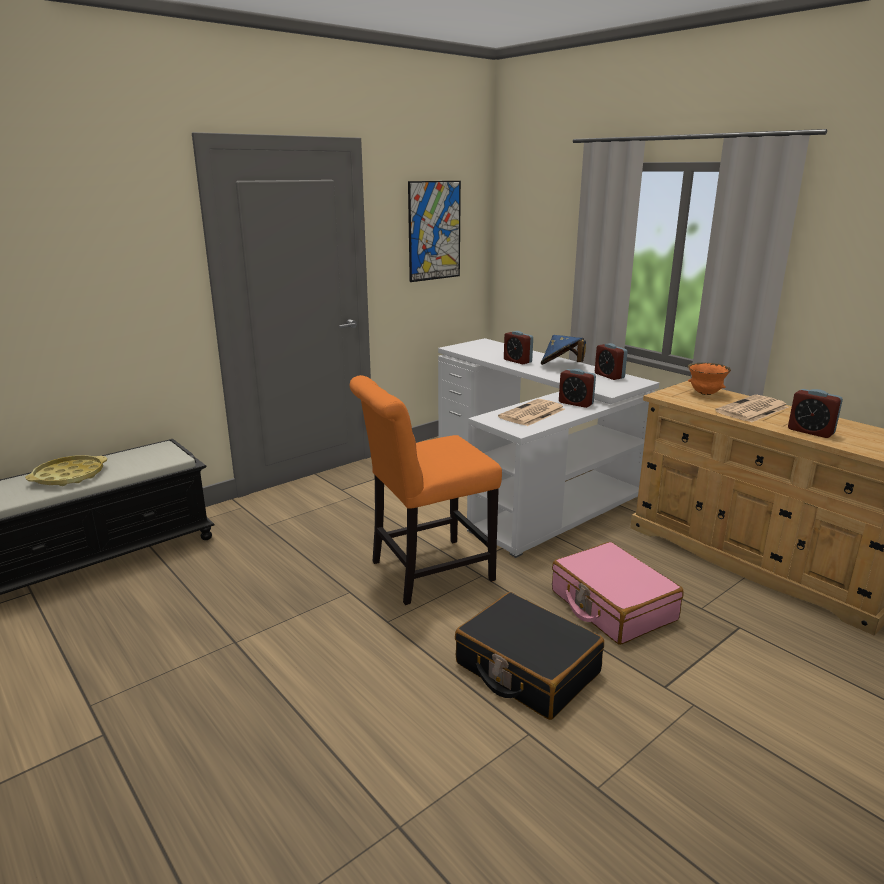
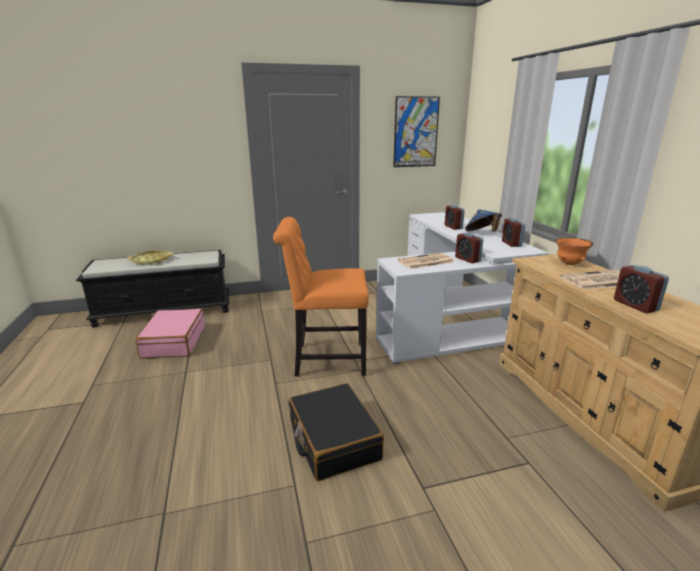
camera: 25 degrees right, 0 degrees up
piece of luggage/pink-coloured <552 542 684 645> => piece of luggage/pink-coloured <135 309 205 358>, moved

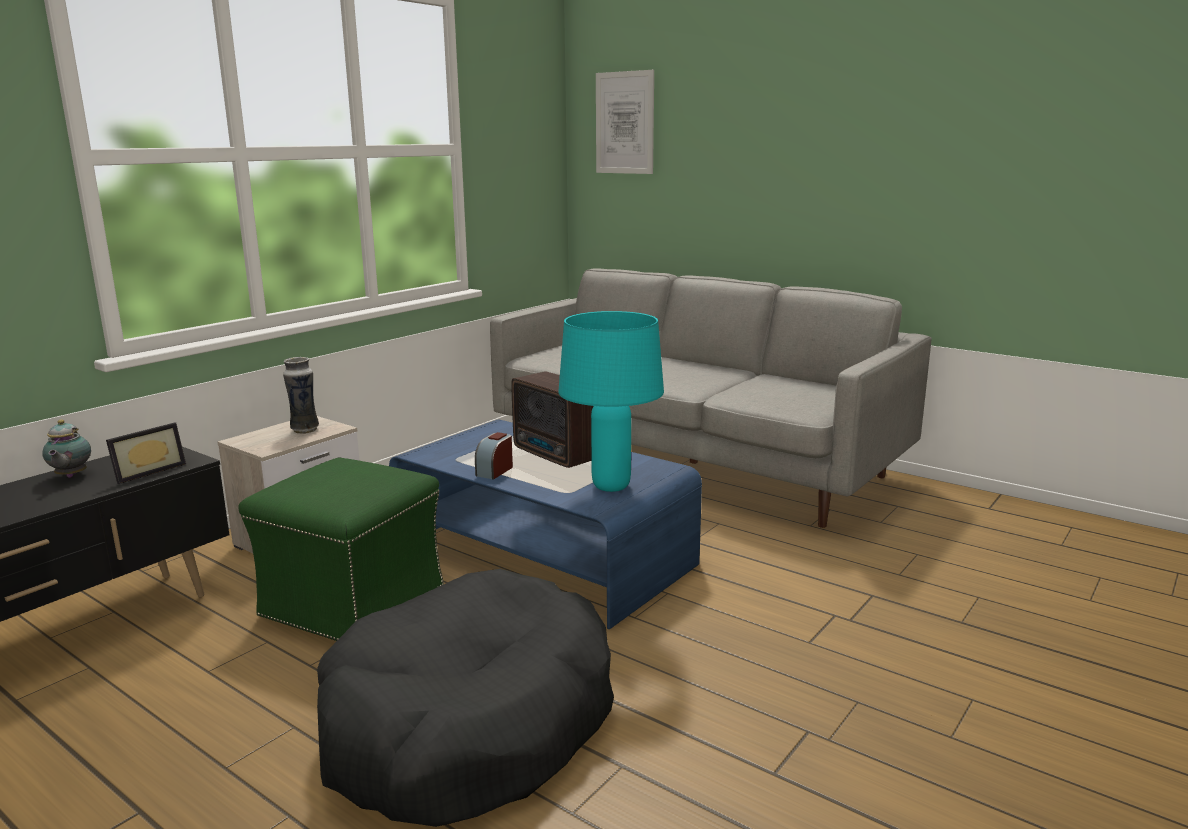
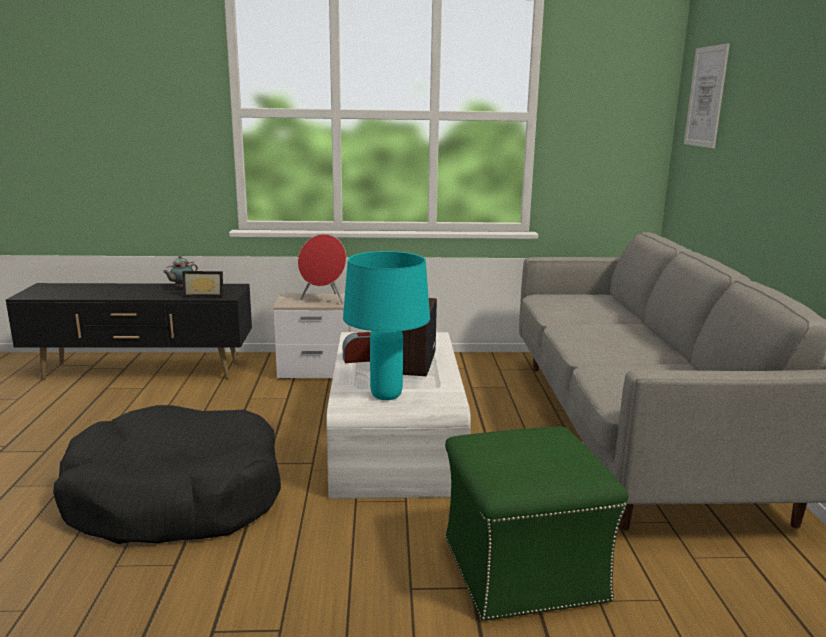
camera: 50 degrees right, 0 degrees up
footrest/green-coloured <238 458 444 641> => footrest/green-coloured <445 427 628 621>, moved
decorative vase <283 357 319 434> => loudspeaker/red <298 234 346 304>
lounge table/bluish <389 420 702 629> => lounge table/white <326 332 471 499>

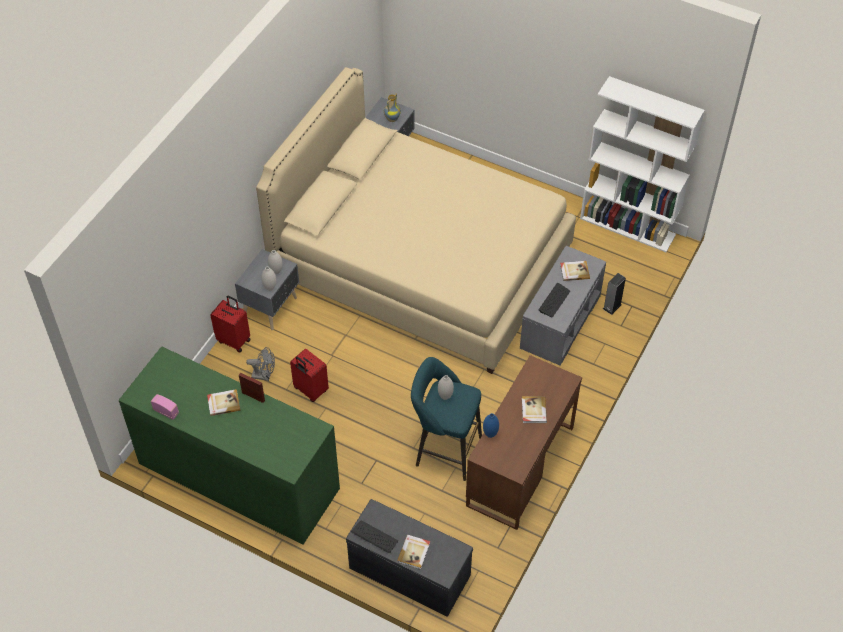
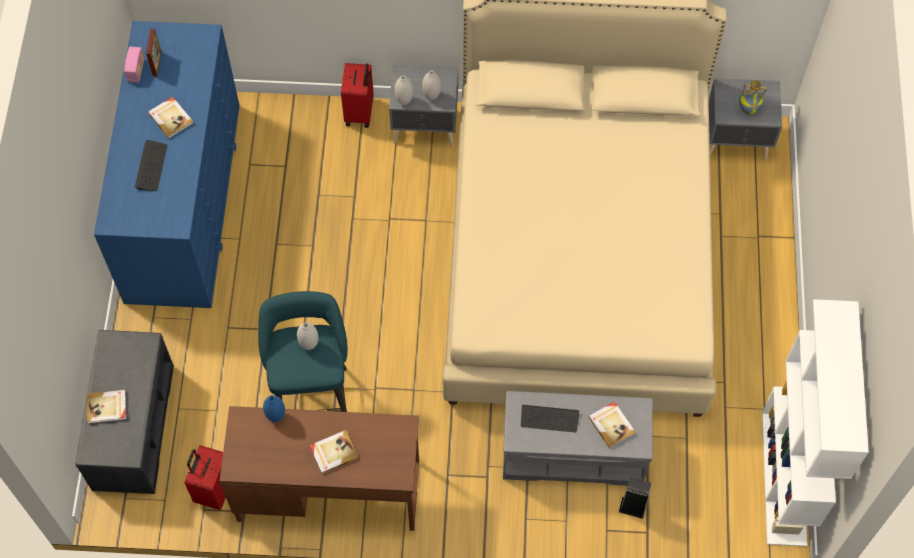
camera: 65 degrees right, 10 degrees up
electric fan/gray <246 347 275 381> => nothing
picture frame <239 373 265 403> => picture frame <146 29 161 76>, moved
piece of luggage/red <290 349 329 402> => piece of luggage/red <185 445 226 510>, moved
computer keyboard <351 520 398 553> => computer keyboard <135 140 167 191>, moved
chest of drawers/green-coloured <119 346 340 545> => chest of drawers/bluish <94 21 240 308>

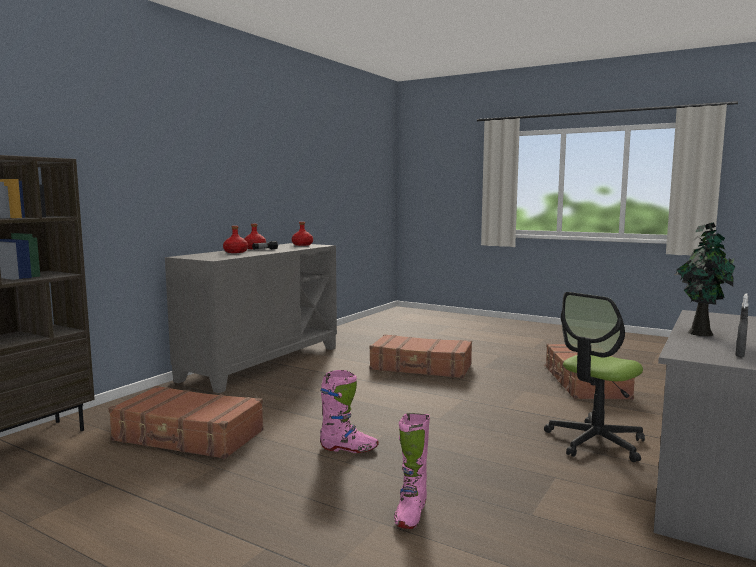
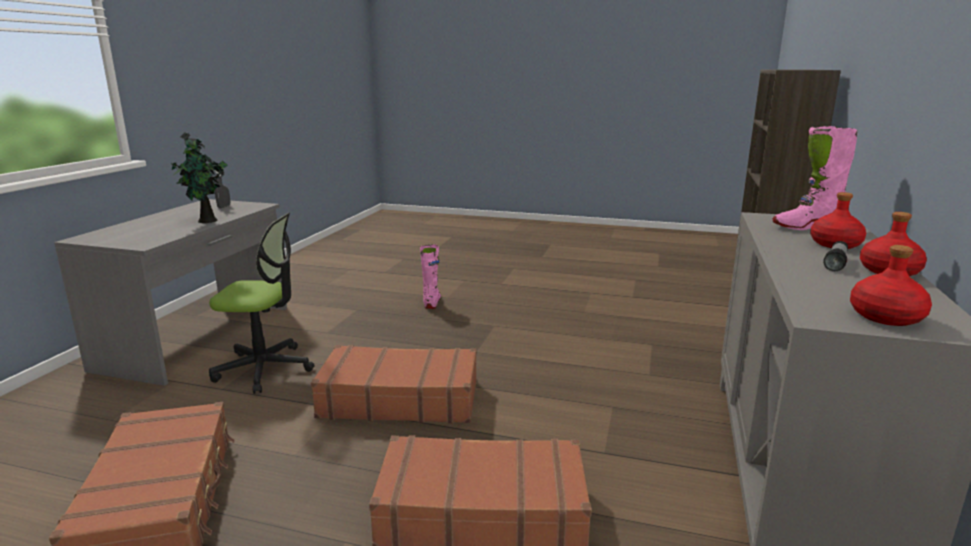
camera: 165 degrees right, 10 degrees up
piece of luggage/brown-coloured <108 386 264 459> => piece of luggage/brown-coloured <311 345 477 424>, moved
high-top boot/pink-coloured <320 370 379 453> => high-top boot/pink-coloured <772 126 857 230>, moved
computer chair <544 292 645 462> => computer chair <209 213 314 394>, 60 degrees clockwise

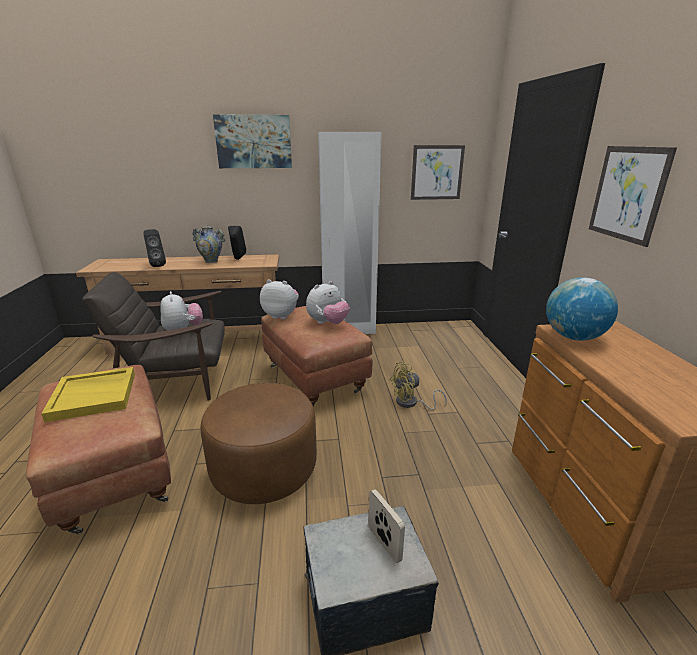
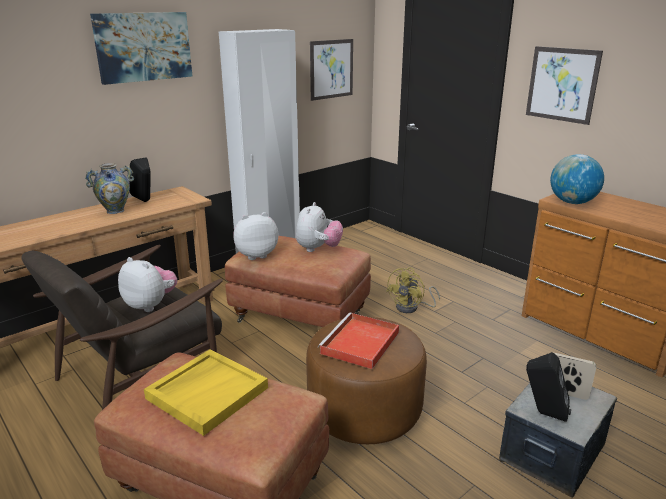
camera: 35 degrees left, 0 degrees up
nothing => serving tray/red <318 313 399 369>
loudspeaker/blackish <143 229 166 267> => loudspeaker/blackish <526 352 571 422>, moved

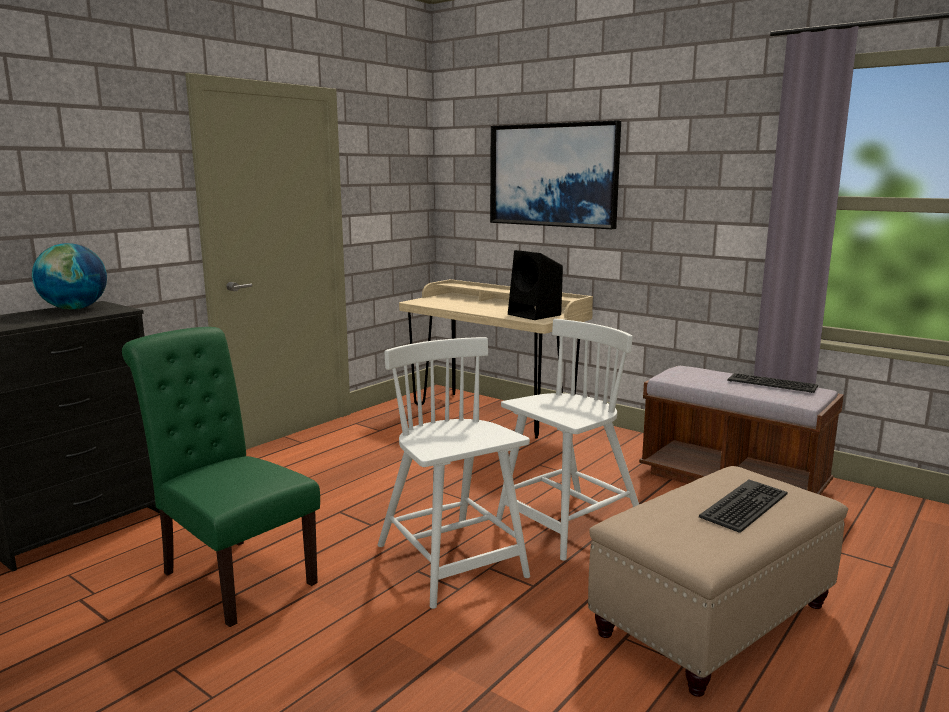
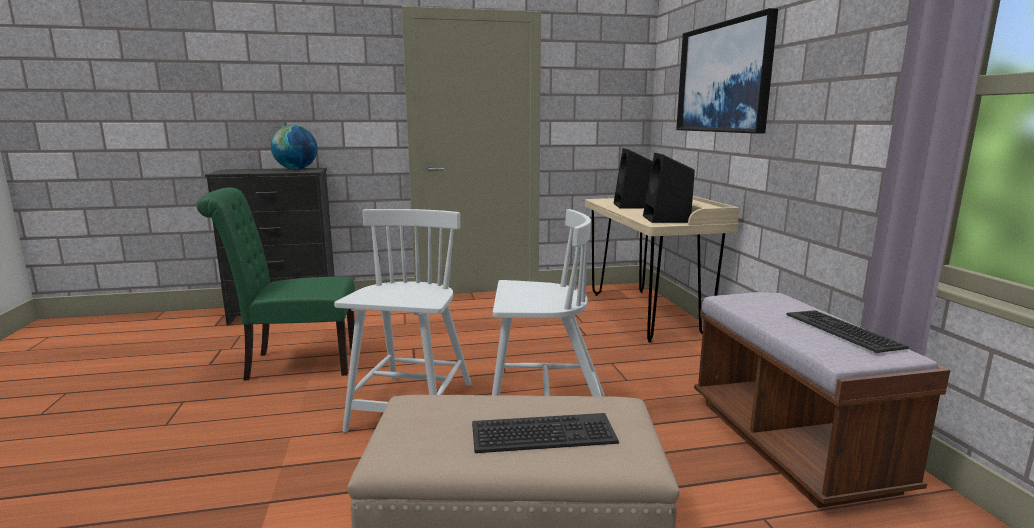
camera: 40 degrees right, 0 degrees up
nothing => loudspeaker/blackish <613 148 653 208>
upright chair/green-coloured <122 327 320 627> => upright chair/green-coloured <196 188 355 381>, 90 degrees counterclockwise

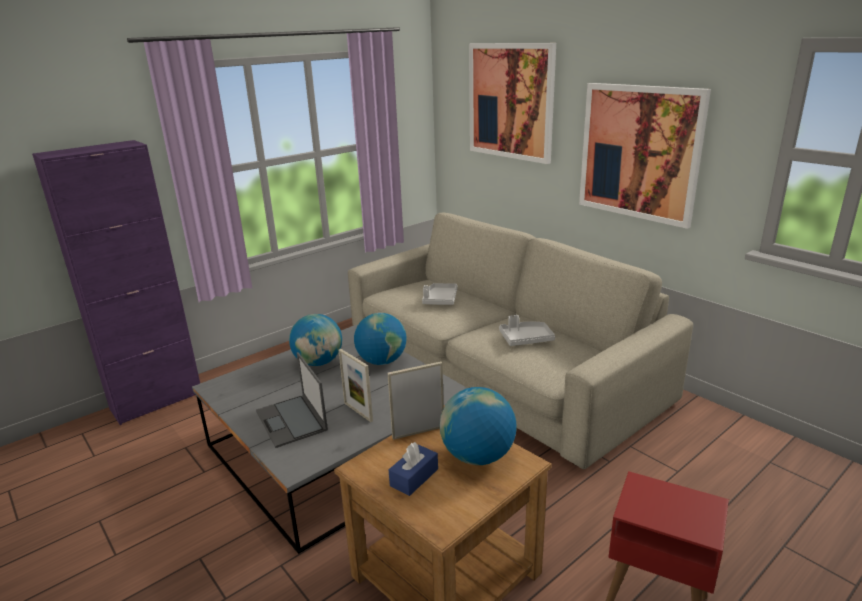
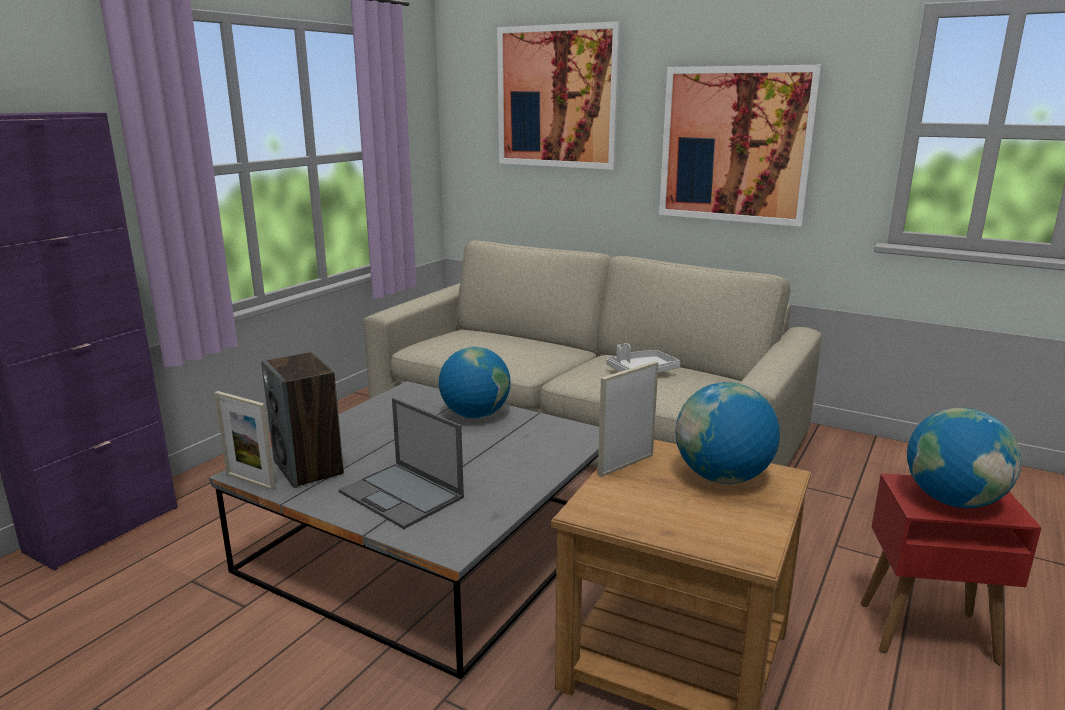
camera: 20 degrees left, 5 degrees down
tissue holder/bluish <388 442 438 496> => nothing
serving tray/gray <422 283 458 305> => nothing
nothing => loudspeaker <261 352 344 488>
world globe <289 314 342 366> => world globe <907 408 1022 508>, moved
picture frame <338 349 373 422> => picture frame <214 391 276 491>, moved

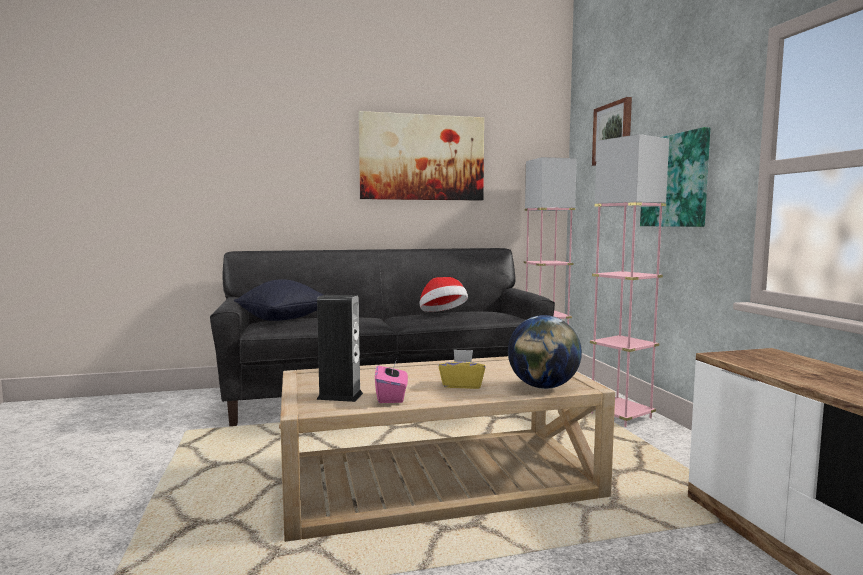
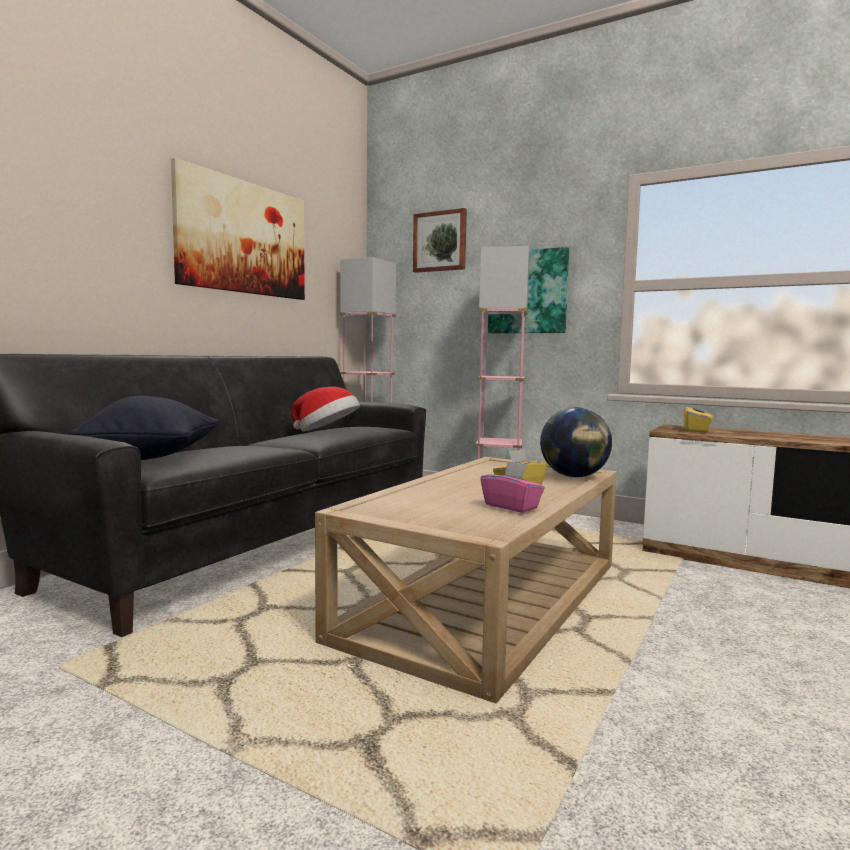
camera: 45 degrees left, 0 degrees up
loudspeaker <316 295 363 402> => nothing
nothing => tissue holder/yellow <683 401 713 432>

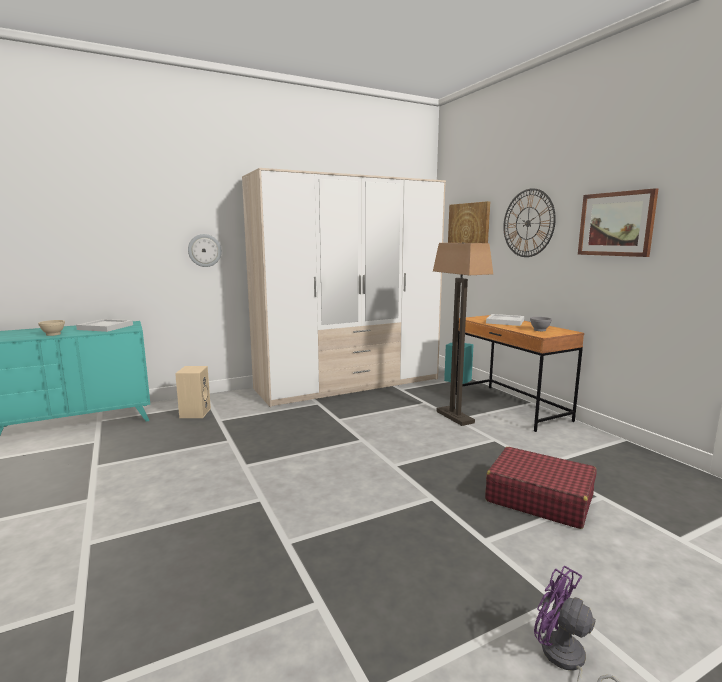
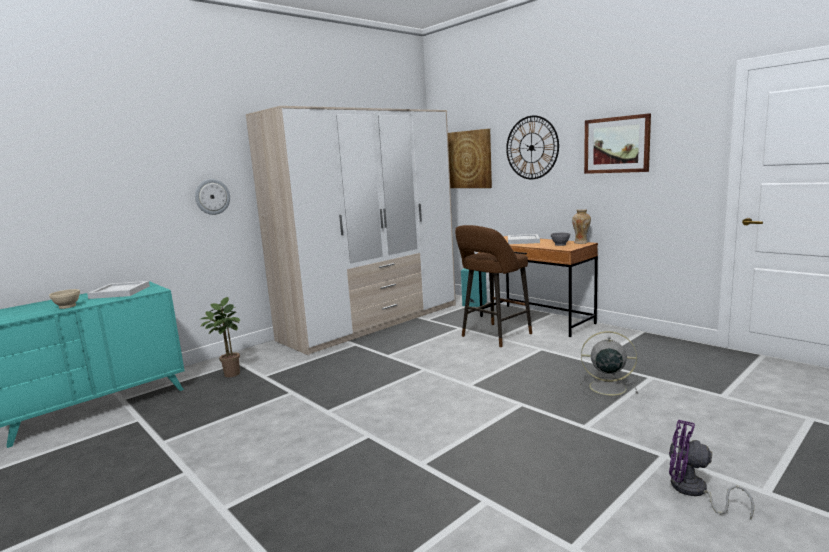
camera: 15 degrees left, 0 degrees up
nothing => decorative vase <572 209 591 244>
loudspeaker/beige-coloured <175 366 211 418> => potted plant <201 297 240 377>
floor lamp <433 242 493 426> => stool/brown-coloured <455 225 532 347>
piece of luggage/red <485 447 597 529> => electric fan/gray <580 331 638 399>

